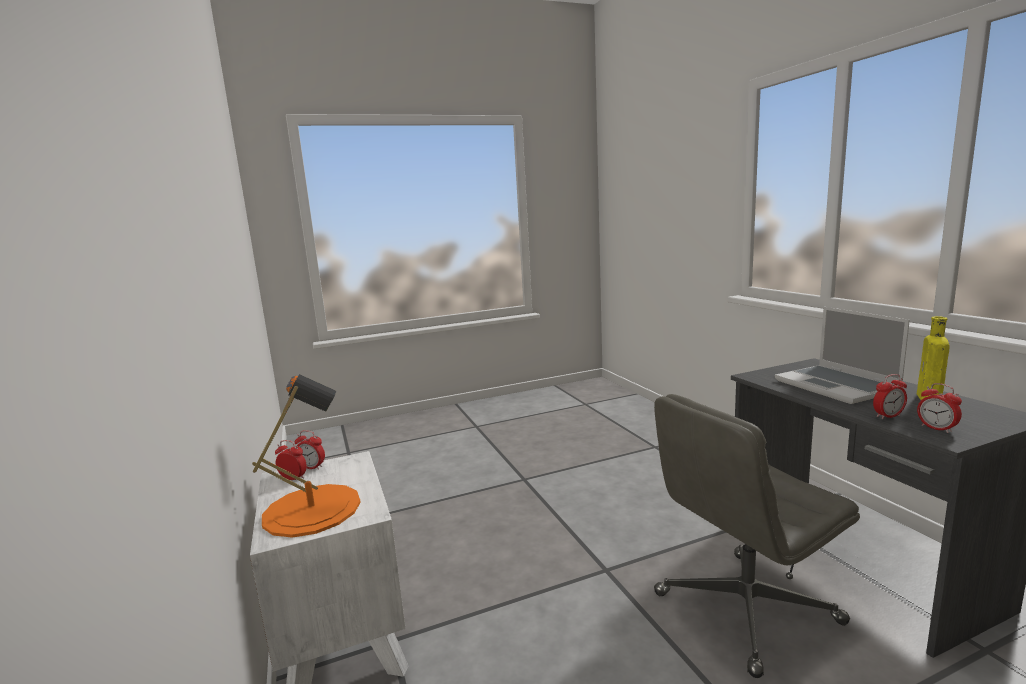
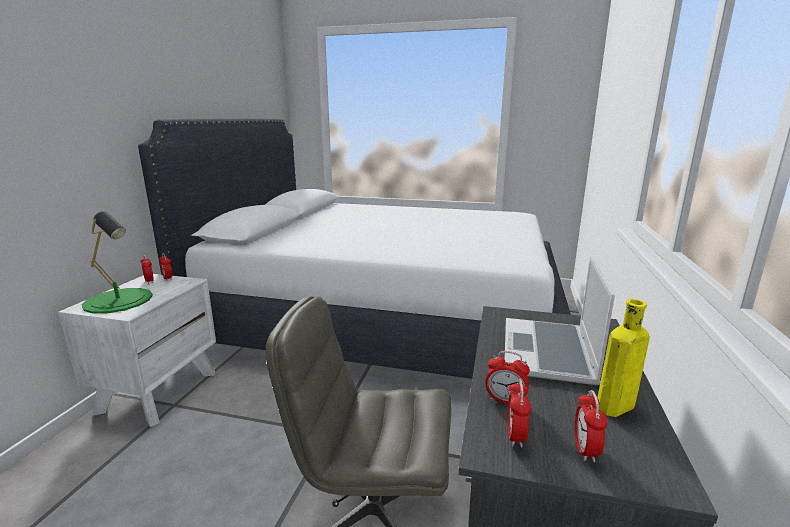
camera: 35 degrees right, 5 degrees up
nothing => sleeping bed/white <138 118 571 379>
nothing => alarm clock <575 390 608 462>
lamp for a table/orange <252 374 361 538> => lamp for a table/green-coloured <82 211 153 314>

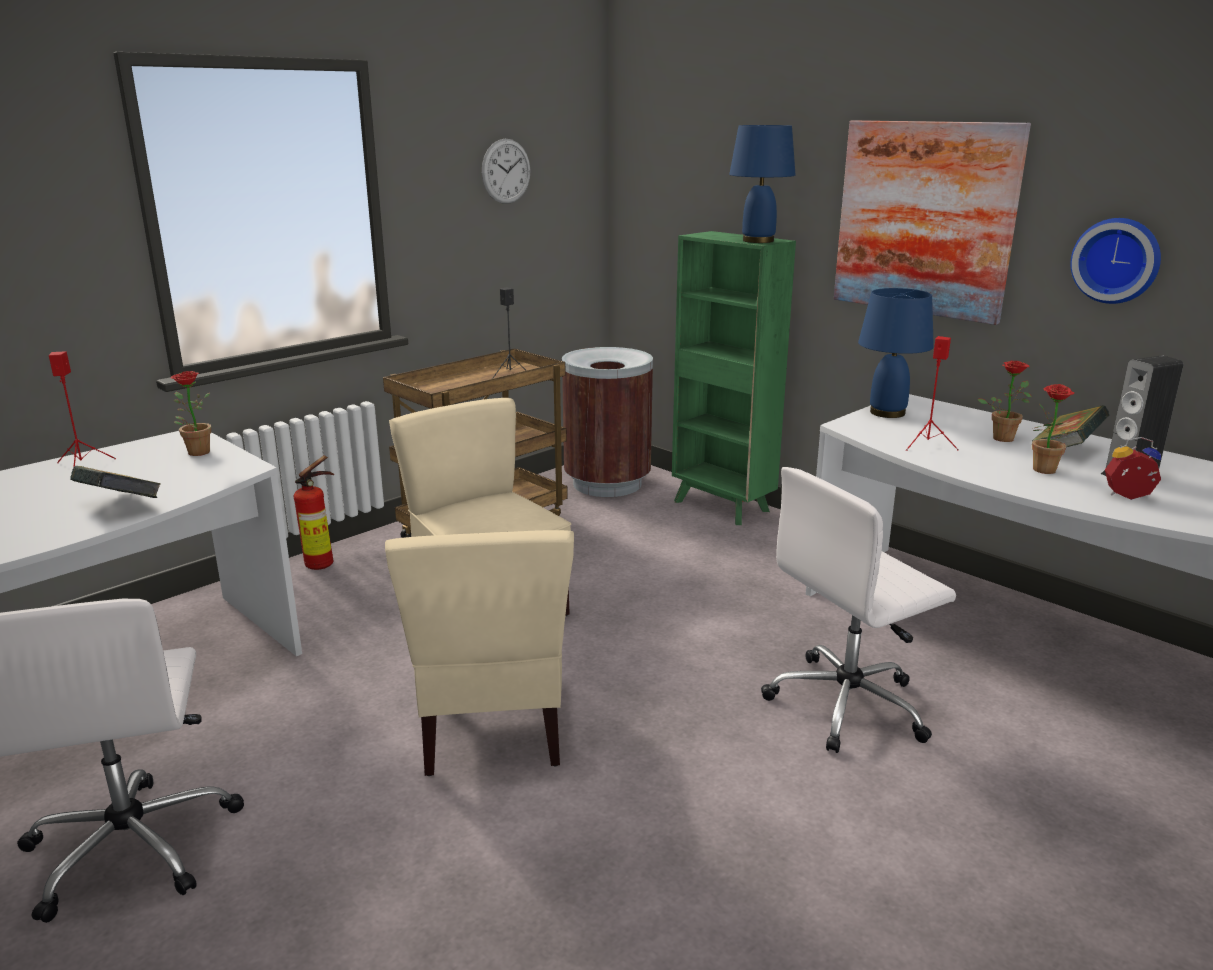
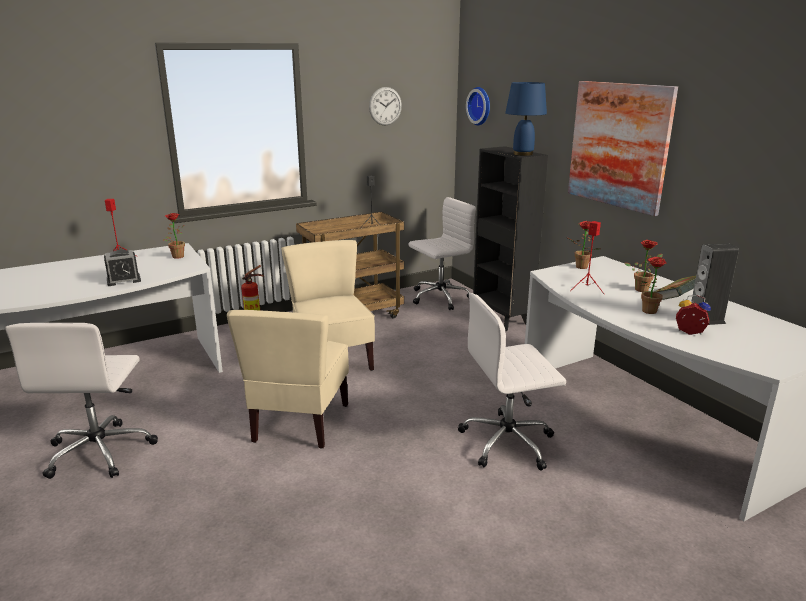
camera: 15 degrees right, 0 degrees up
hanging clock <1070 218 1161 304> => hanging clock <466 87 490 125>, moved
bound book <70 466 161 498> => alarm clock <104 250 141 286>
rubbish bin/brown-coloured <562 347 653 497> => computer chair/white <409 197 476 310>
lamp for a table/bluish <858 288 934 418> => potted plant <567 221 600 269>
shelving unit/green-coloured <672 231 796 525> => shelving unit/blackish <473 146 548 331>

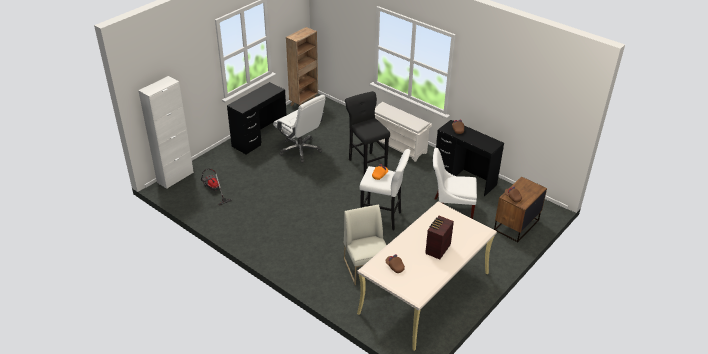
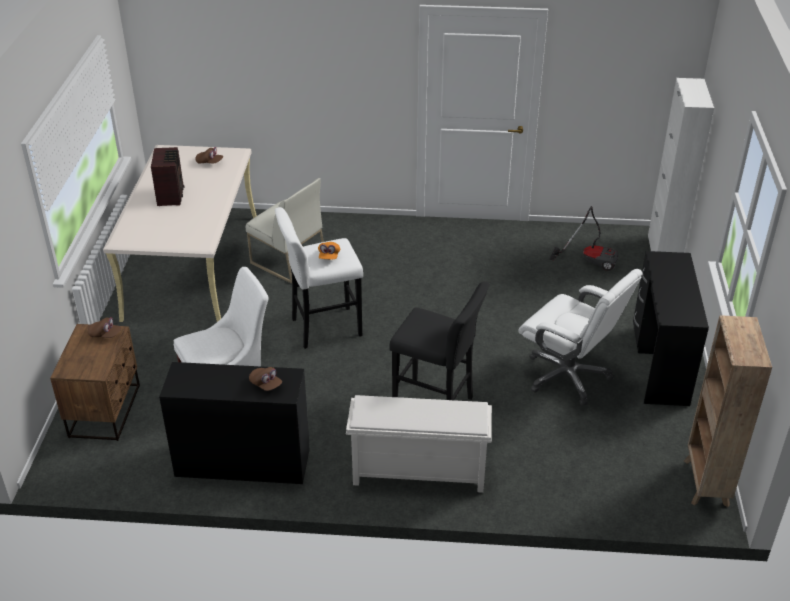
camera: 145 degrees right, 0 degrees up
computer chair/white <273 95 326 163> => computer chair/white <519 269 642 406>, 150 degrees counterclockwise

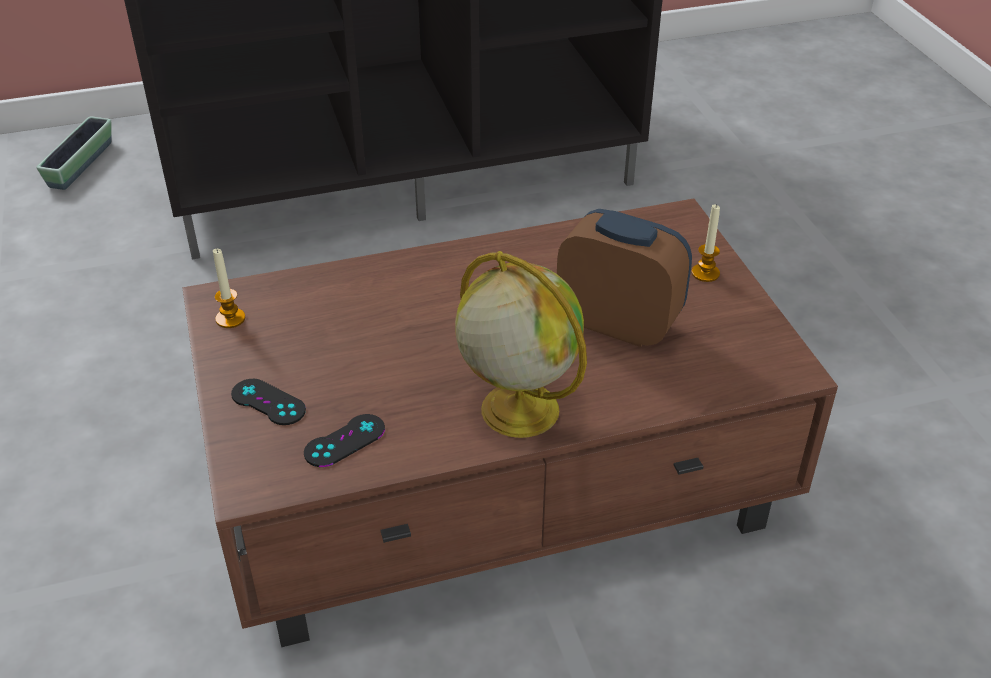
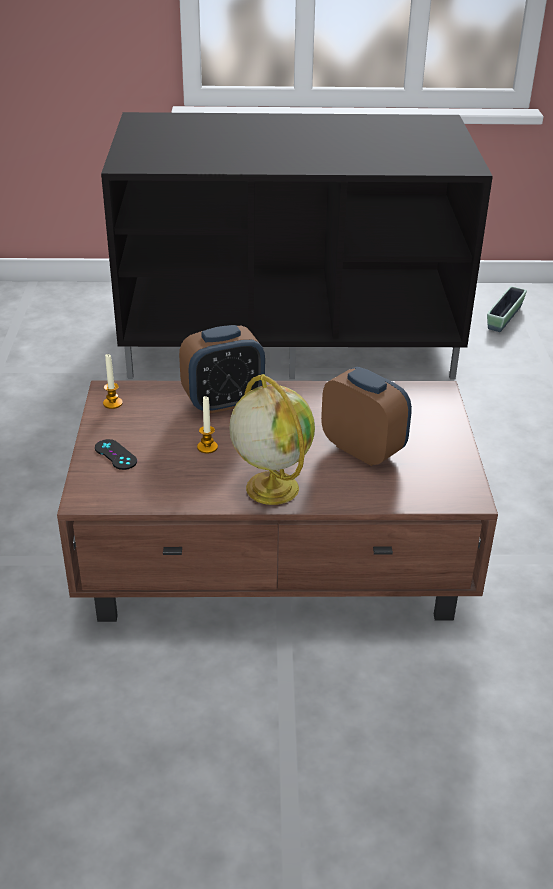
camera: 15 degrees right, 5 degrees down
game controller/blackish <304 414 385 467> => nothing
nothing => alarm clock <179 325 265 414>
planter <37 116 112 190> => planter <487 286 527 332>, moved
candle <692 204 720 282> => candle <197 396 218 454>, moved

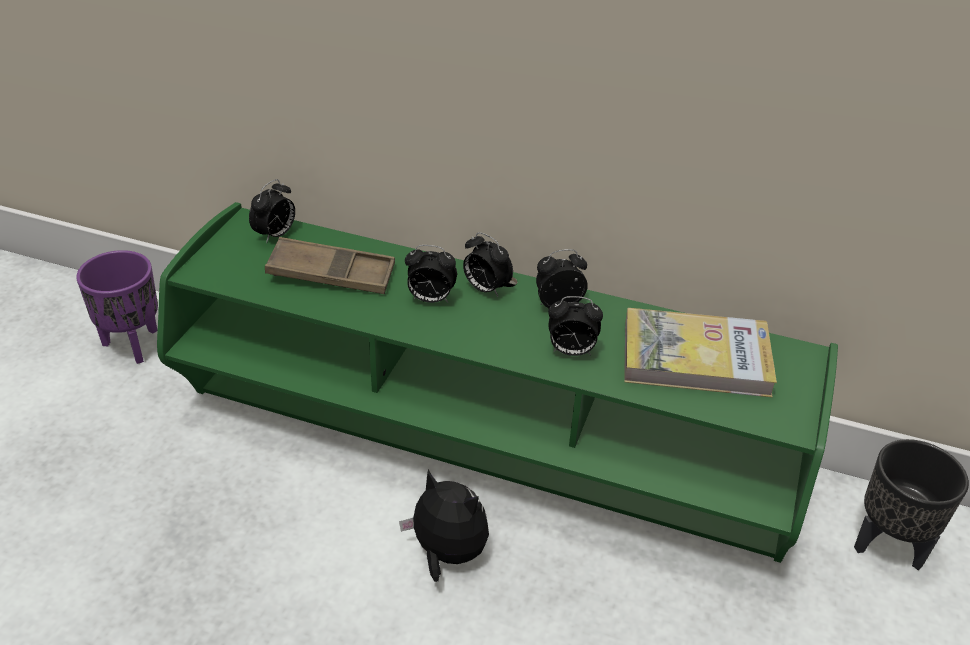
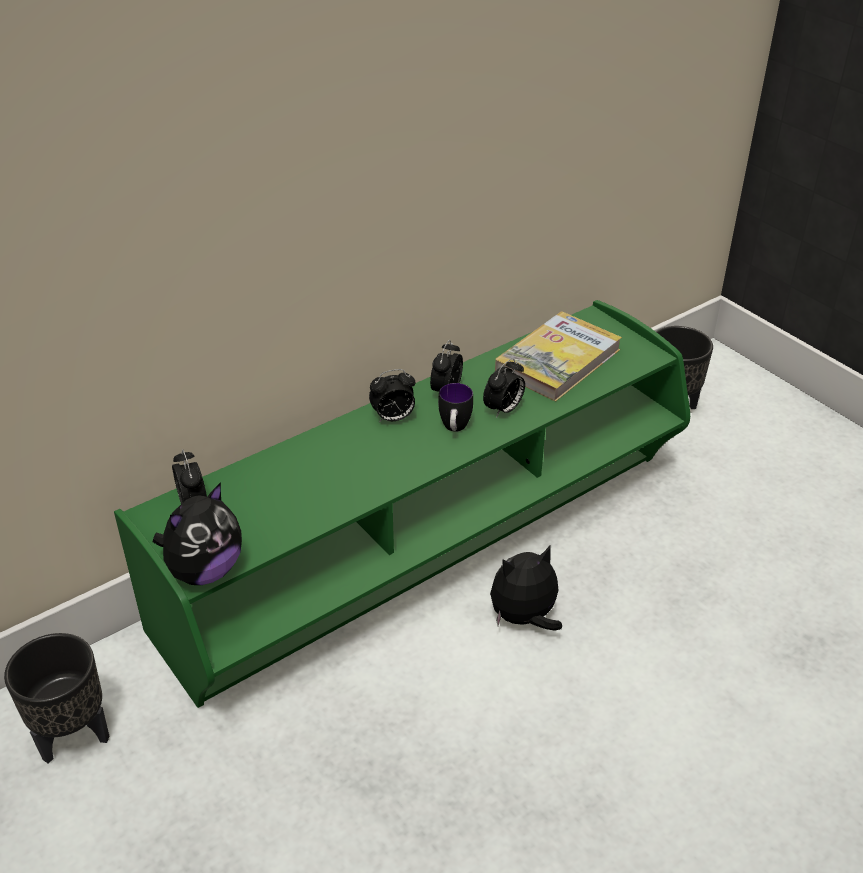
camera: 55 degrees left, 0 degrees up
serving tray/brown-coloured <265 237 395 294> => nothing
alarm clock <405 245 457 303> => nothing
nothing => cuddly toy <153 482 242 585>
nothing => mug <438 383 473 432>
planter/purple <76 250 158 364> => planter/blackish <4 633 109 763>

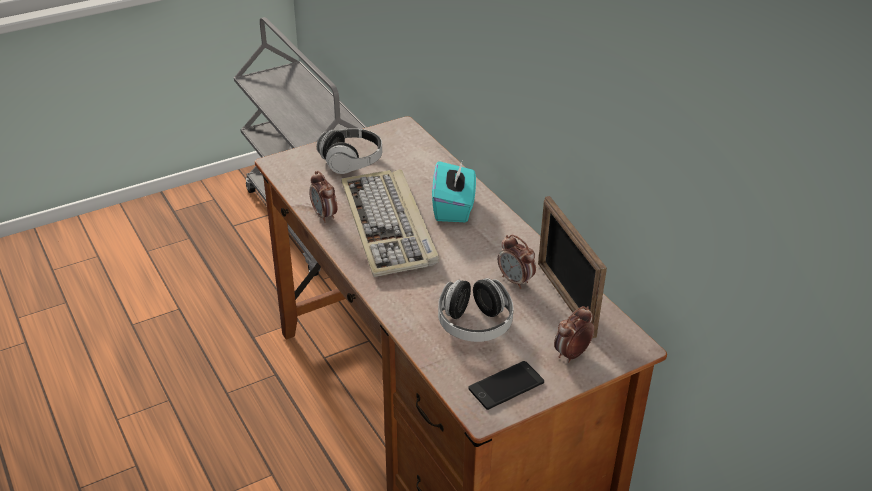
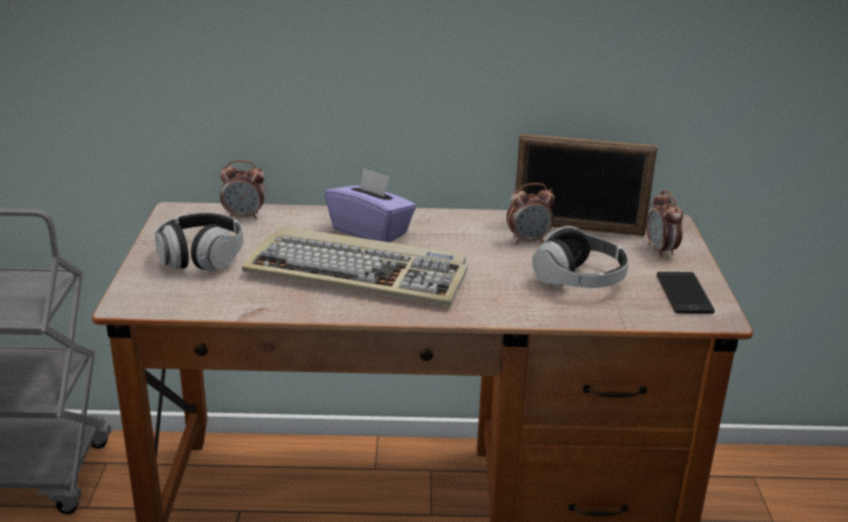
camera: 60 degrees left, 10 degrees down
alarm clock <309 171 337 223> => alarm clock <220 160 265 220>, moved
tissue holder/turquoise-coloured <432 161 476 222> => tissue holder/purple <325 167 416 243>

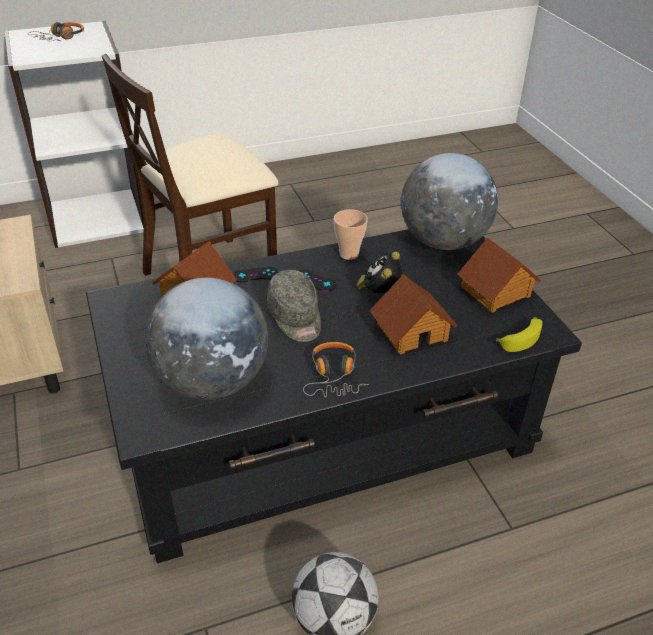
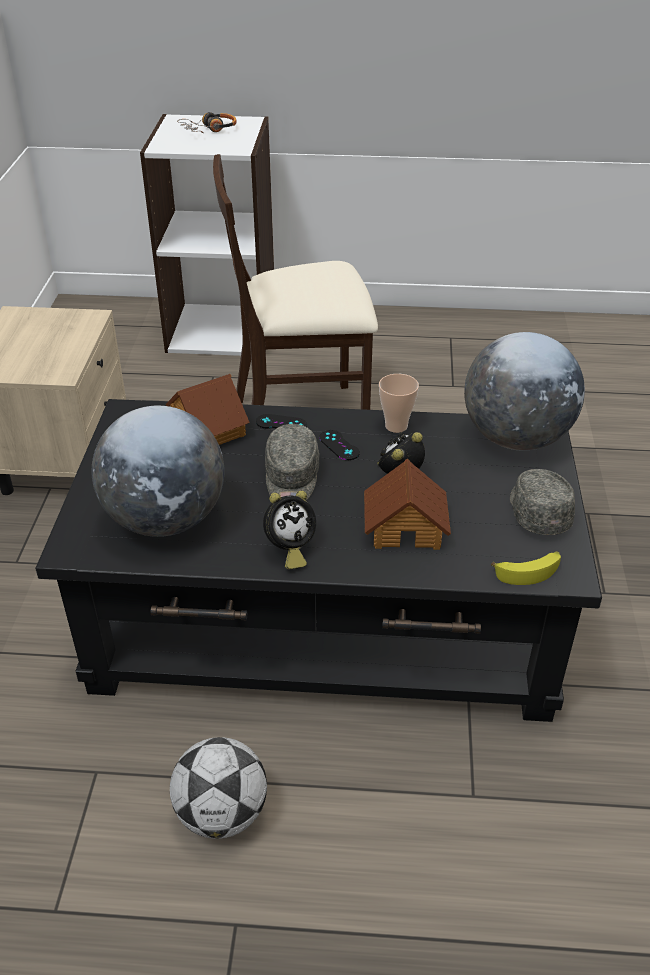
camera: 25 degrees right, 0 degrees up
headset <303 342 369 397> => alarm clock <263 491 316 569>
miniature house <458 238 541 313> => baseball cap/gray <510 469 575 535>

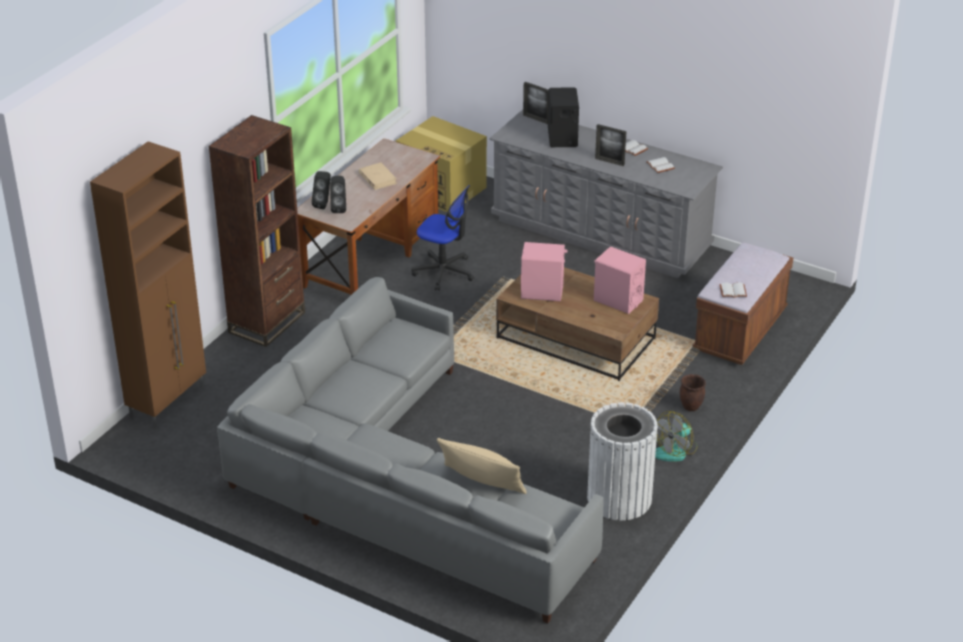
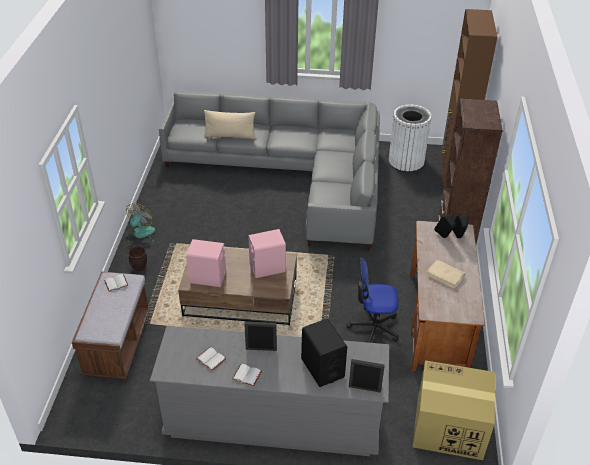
camera: 155 degrees right, 5 degrees up
rubbish bin/white <587 402 658 521> => rubbish bin/white <389 104 431 171>, moved

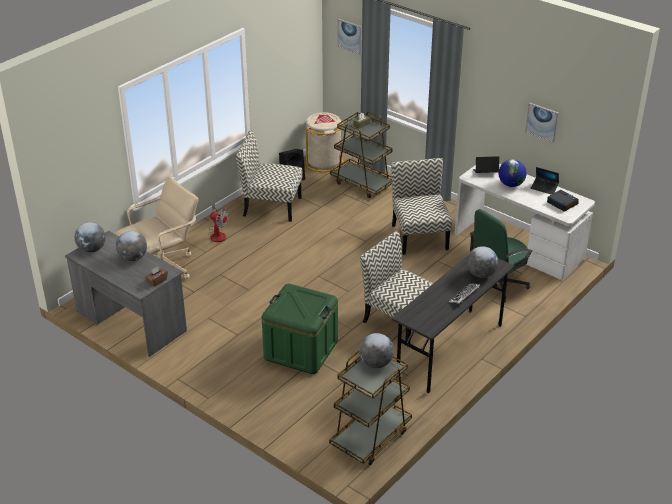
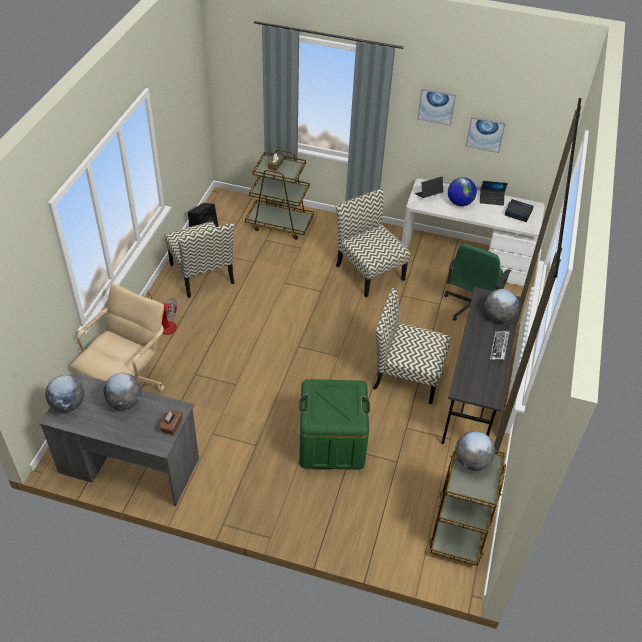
camera: 25 degrees left, 10 degrees up
rubbish bin/beige-coloured <306 112 343 172> => nothing
wall art <337 19 362 55> => wall art <417 88 456 126>, moved
upright chair <236 130 303 222> => upright chair <165 222 235 298>, 105 degrees counterclockwise

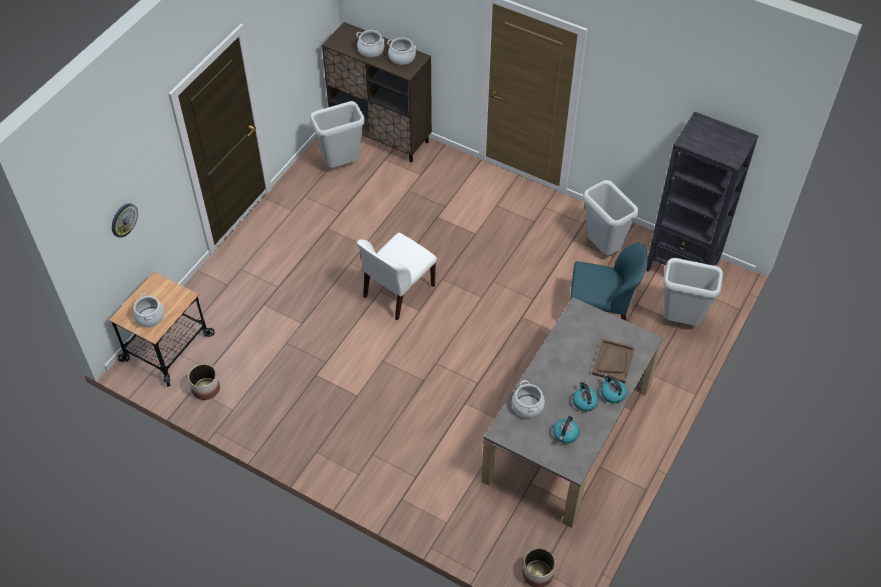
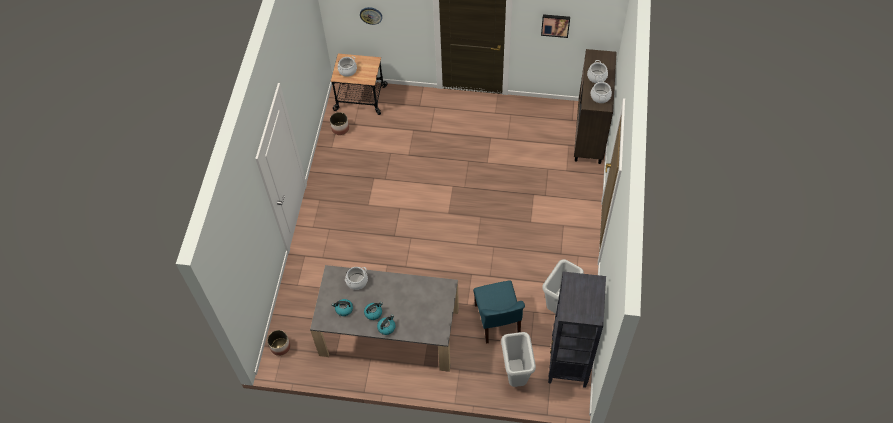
camera: 70 degrees right, 5 degrees up
rubbish bin/gray <310 101 365 168> => nothing
upright chair/white <357 233 437 321> => nothing
serving tray/brown-coloured <592 339 635 383> => nothing
nothing => wall art <541 14 570 38>

